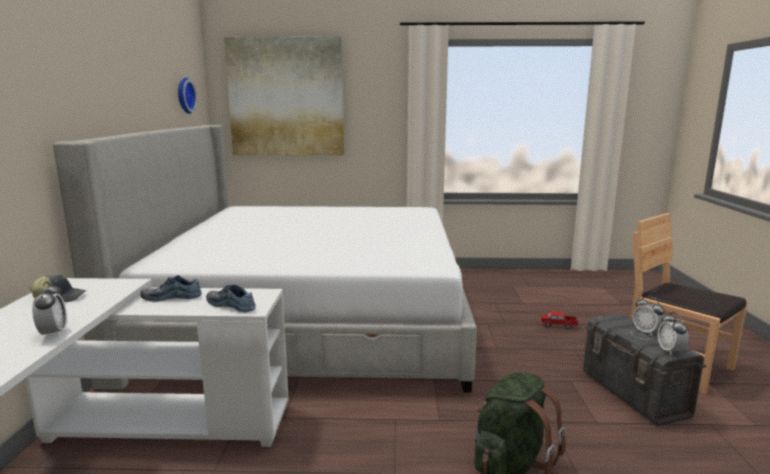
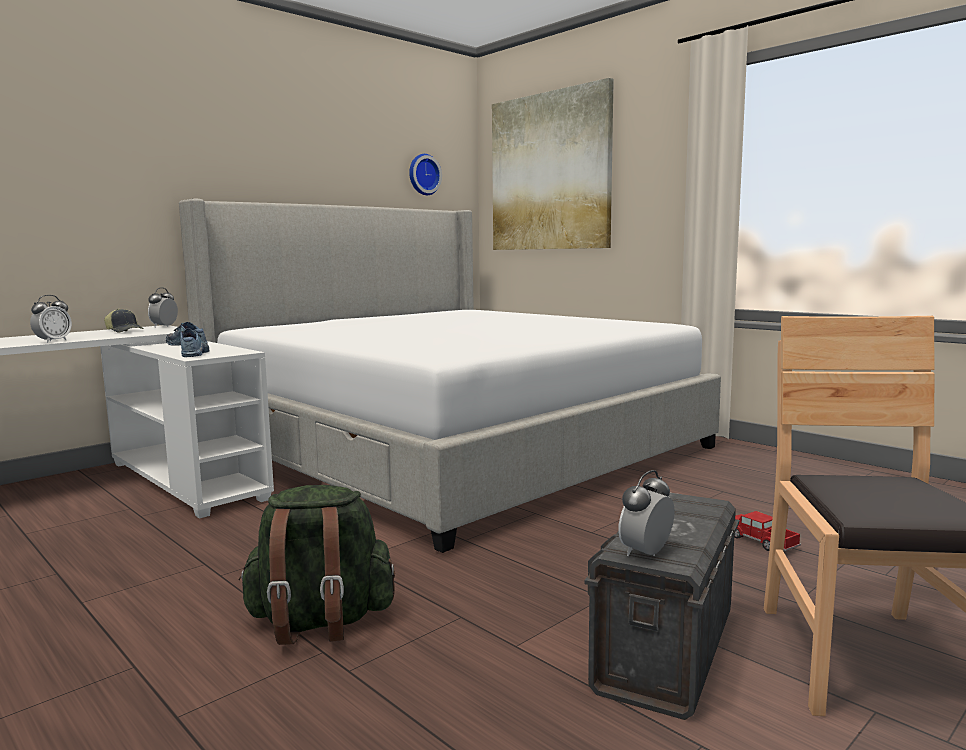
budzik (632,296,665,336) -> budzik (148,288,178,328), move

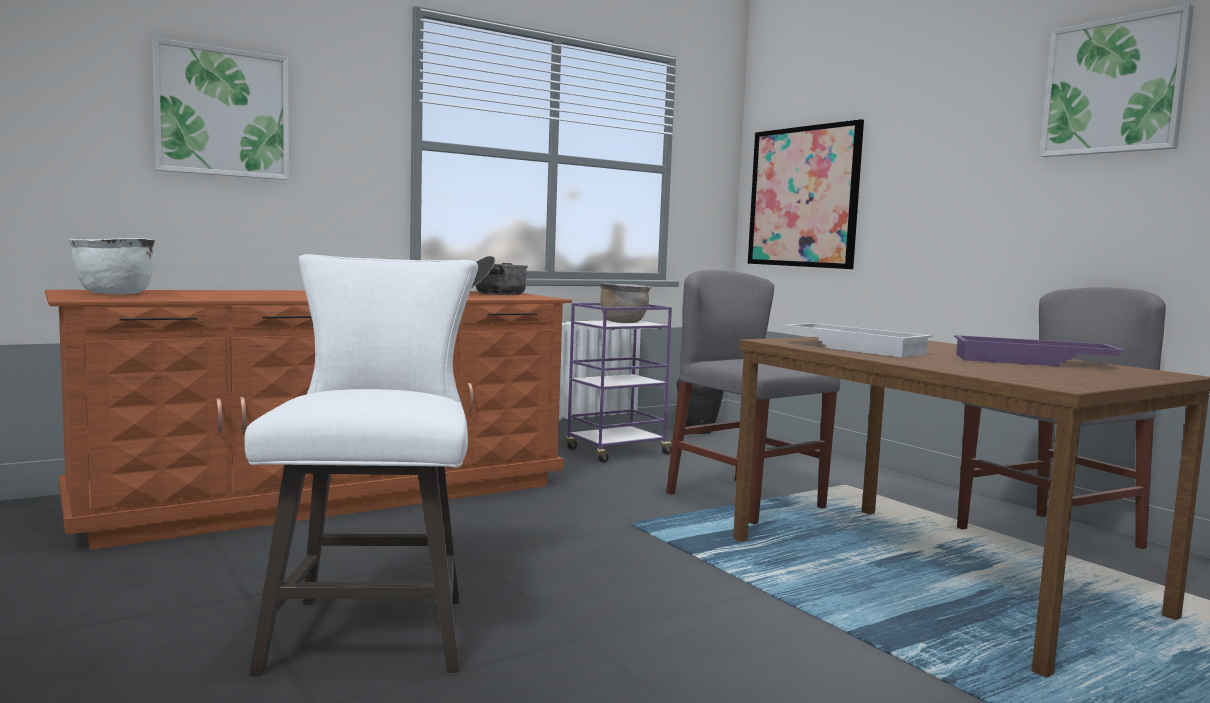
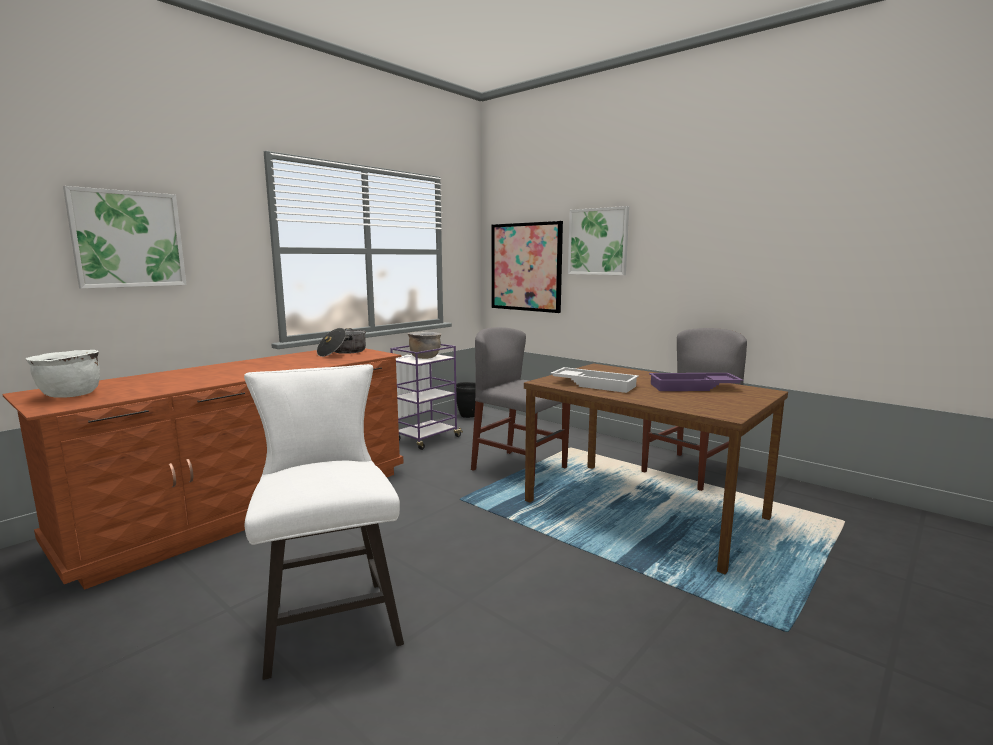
obraz (1039,4,1194,157) -> obraz (568,206,629,275), move

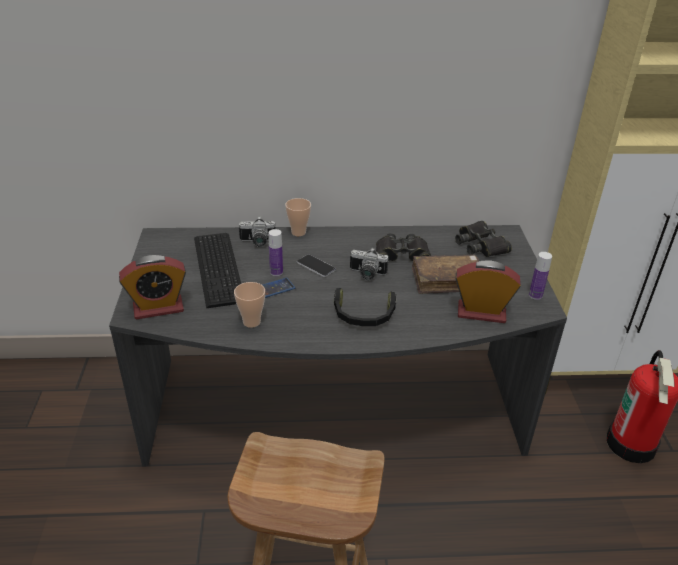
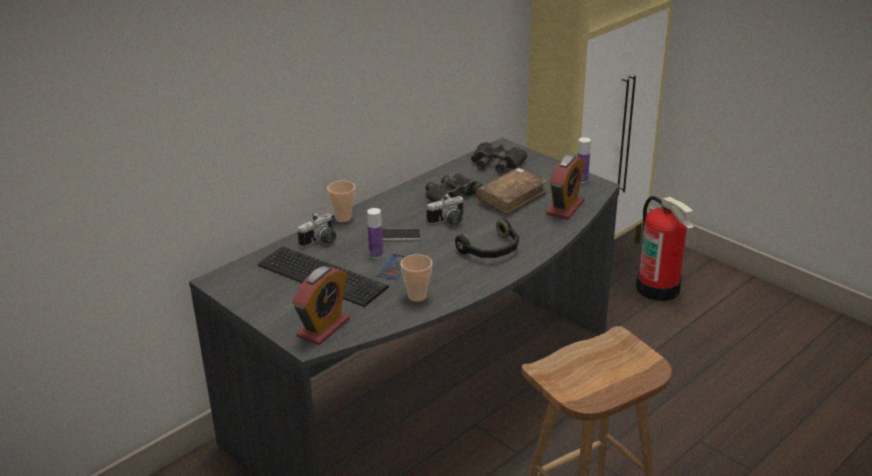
budzik (456,260,521,323) -> budzik (546,154,584,220), 150 degrees clockwise

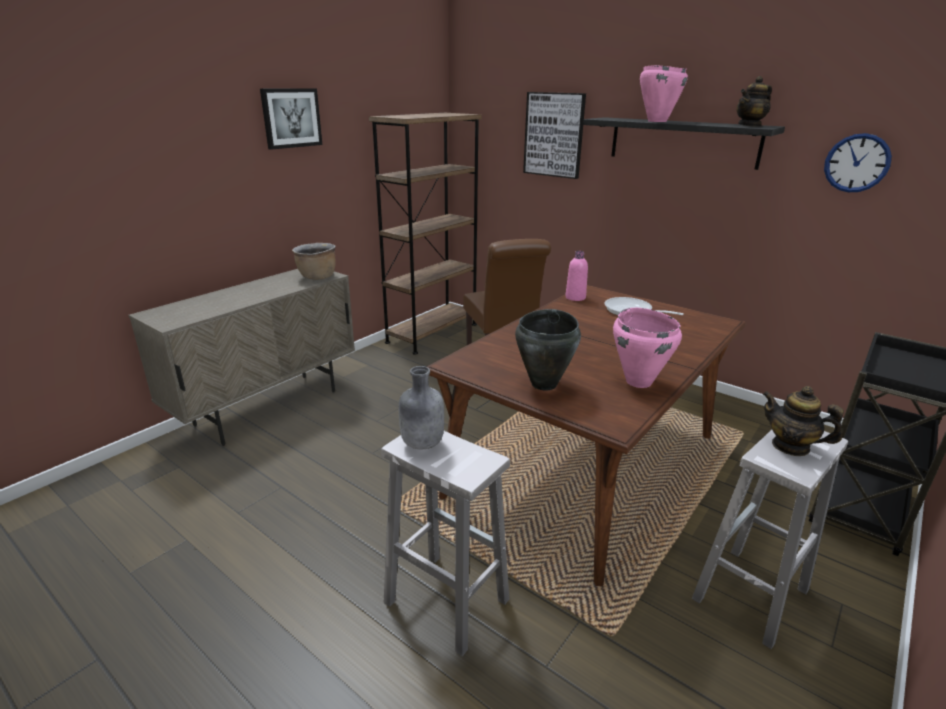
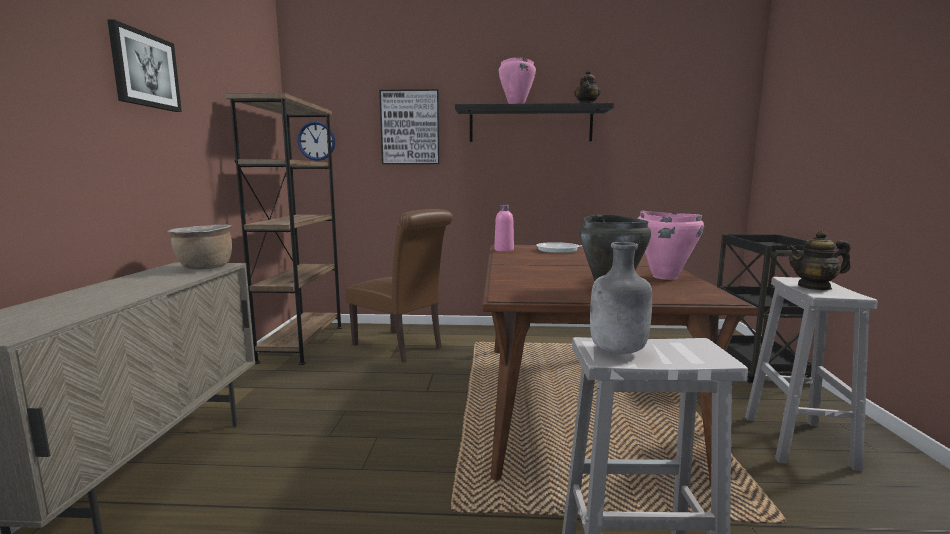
zegar ścienny (824,133,892,192) -> zegar ścienny (297,121,335,161), move

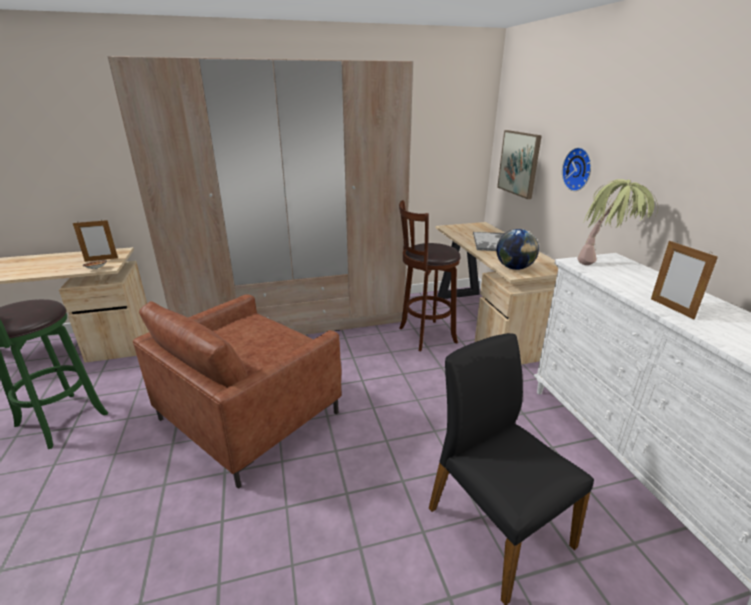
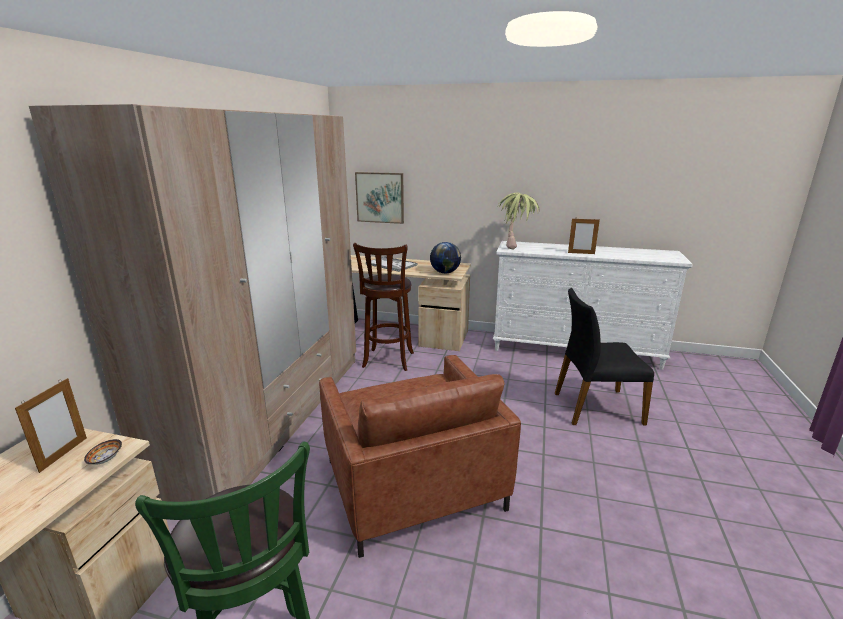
zegar ścienny (562,147,591,191) -> none

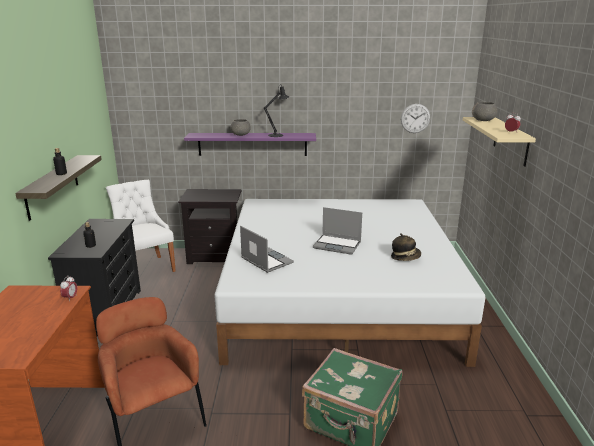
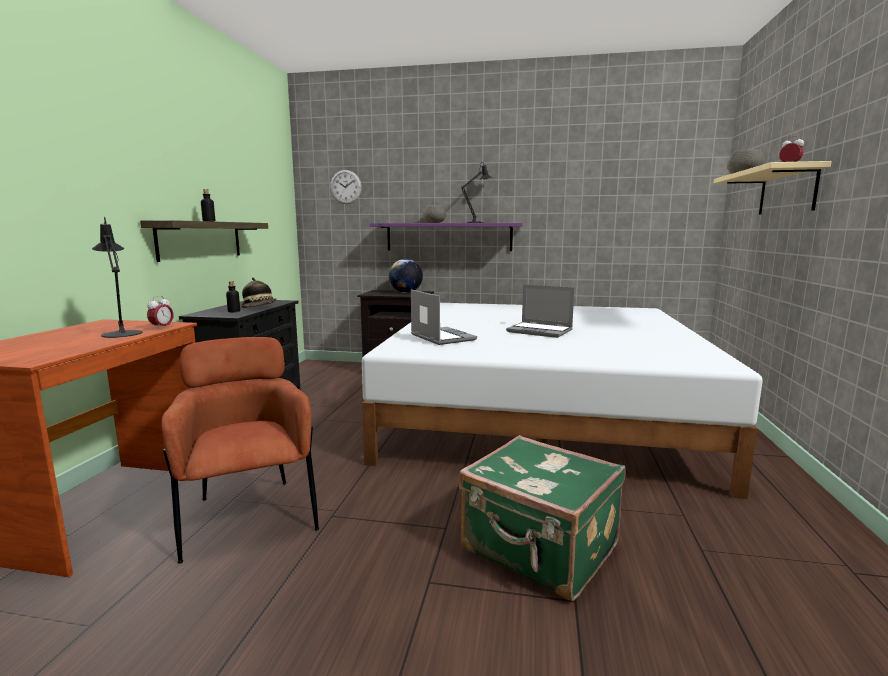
zegar ścienny (401,104,430,133) -> zegar ścienny (330,170,362,204), move
krzesło (biały) (106,180,176,272) -> none
kapelusz (391,233,421,261) -> kapelusz (241,278,276,308), move
none -> lampa stołowa (czarny) (92,217,143,338)
none -> globus (389,259,423,293)

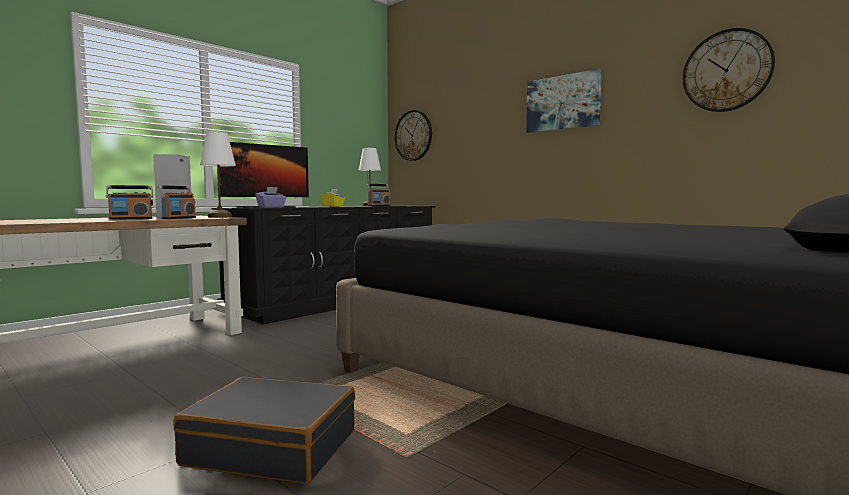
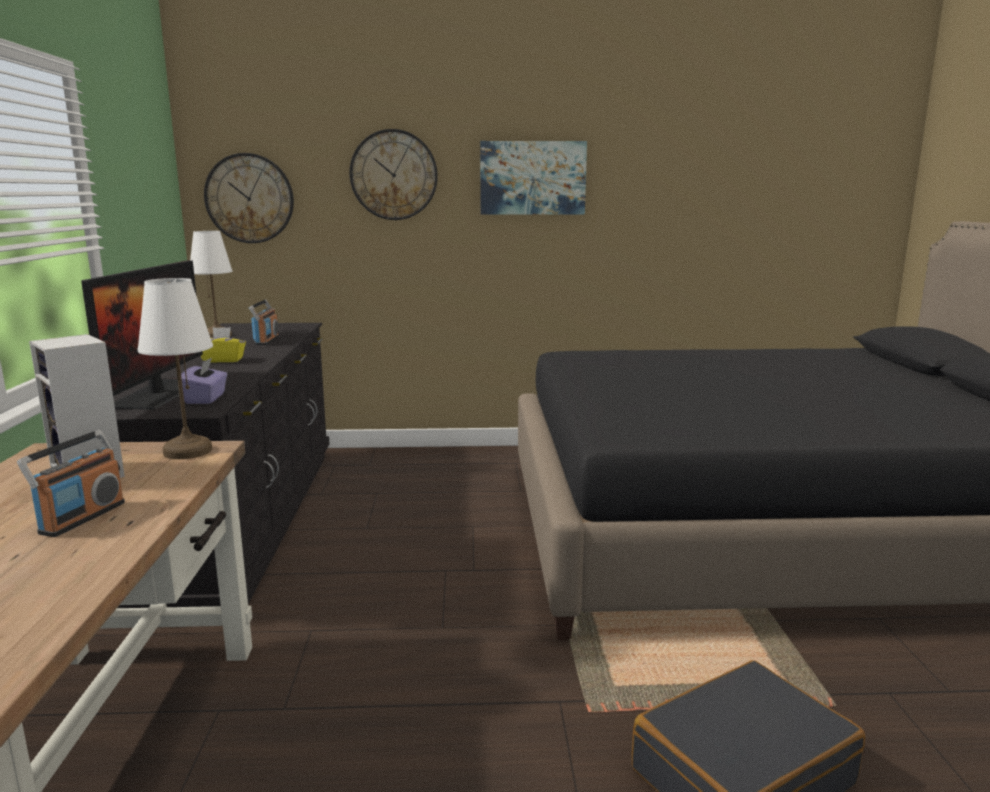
zegar ścienny (682,28,775,112) -> zegar ścienny (349,129,438,220), move
radio (157,185,196,219) -> none

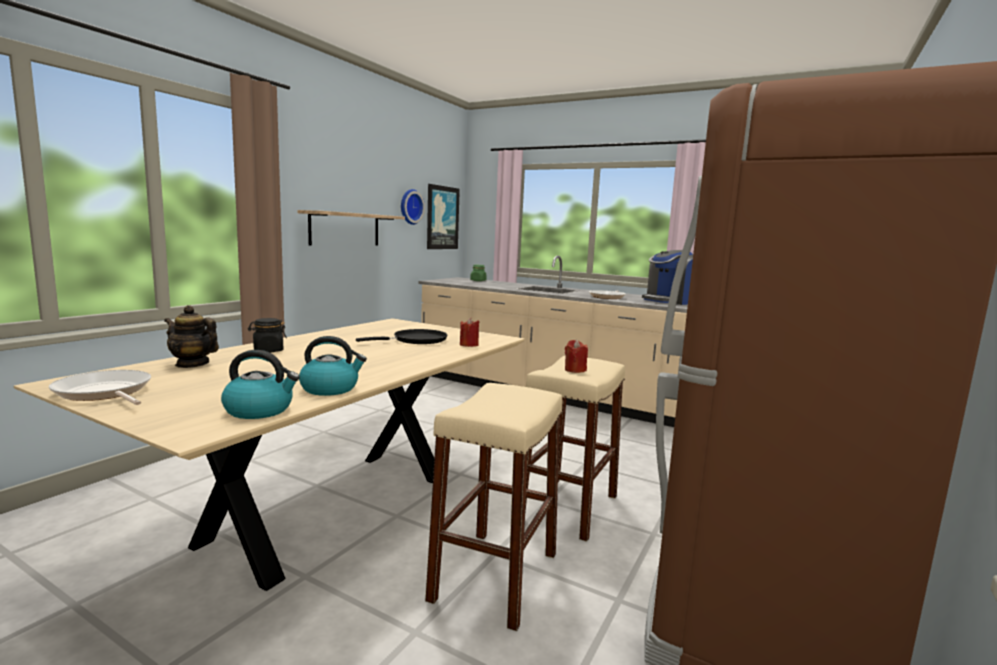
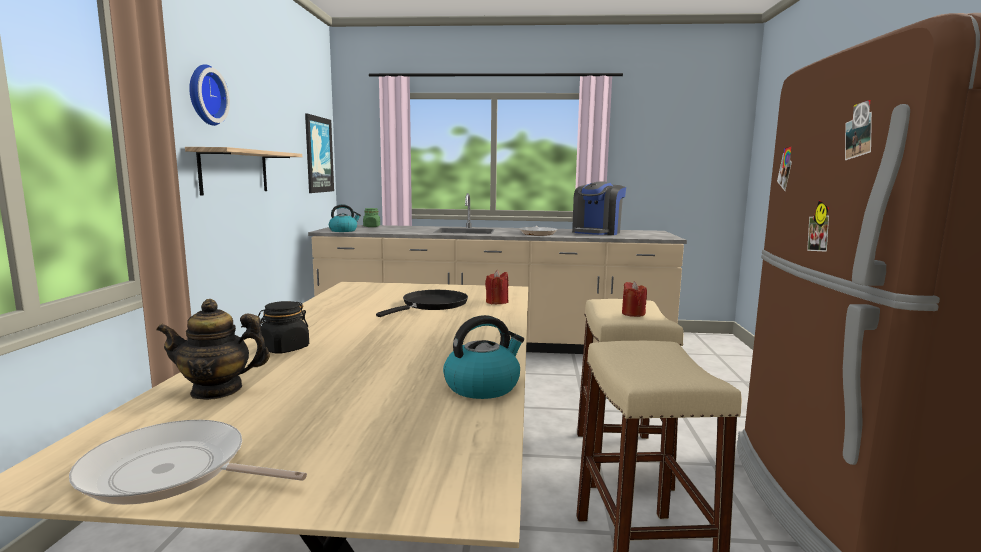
zegar ścienny (401,189,425,225) -> zegar ścienny (189,64,230,126), move
czajnik (221,350,300,419) -> czajnik (329,204,361,232), move

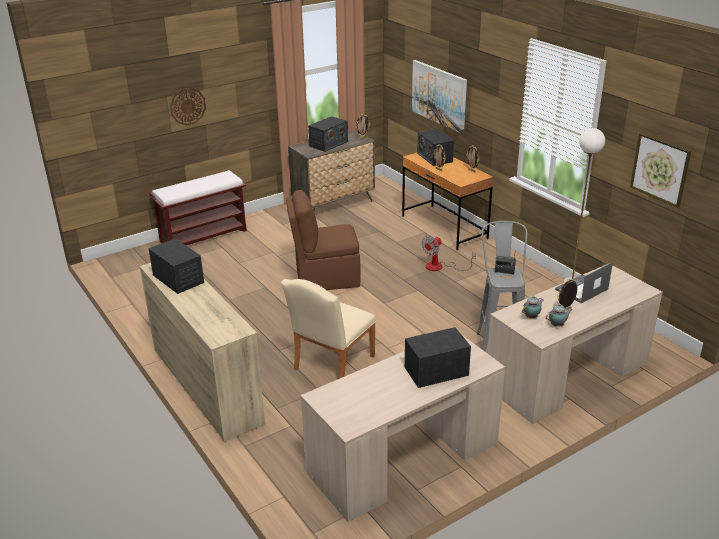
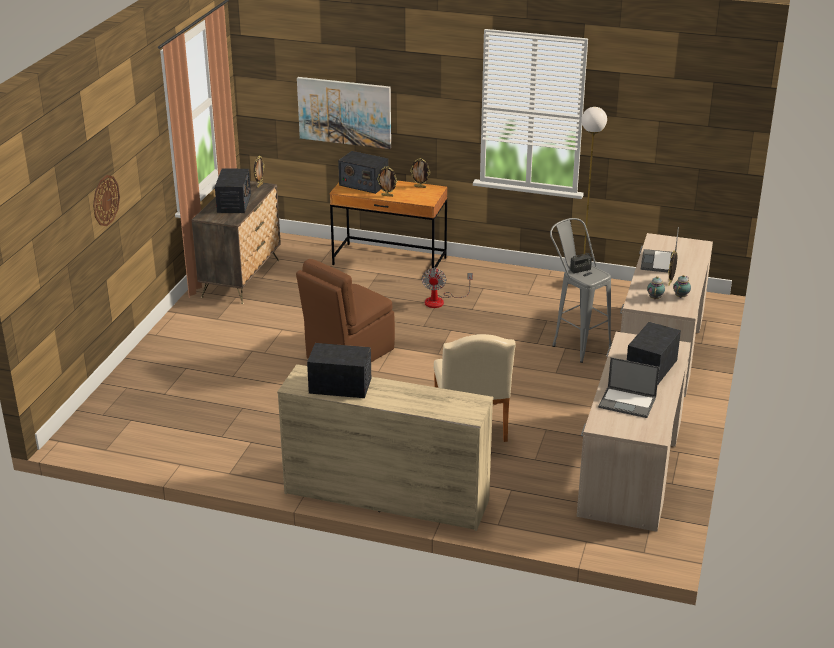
obraz (630,133,691,208) -> none
ławka (brązowy) (149,170,247,245) -> none
none -> laptop (598,357,659,418)

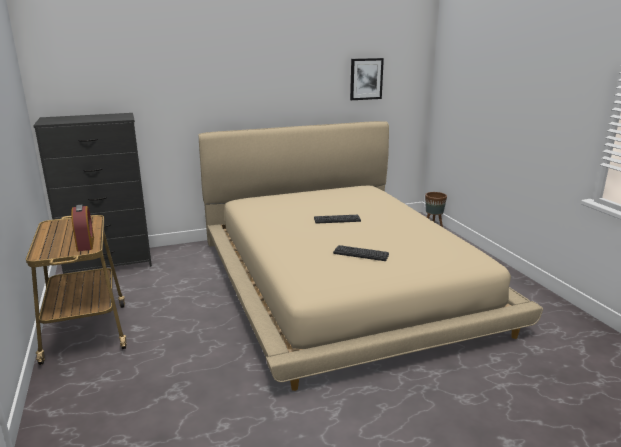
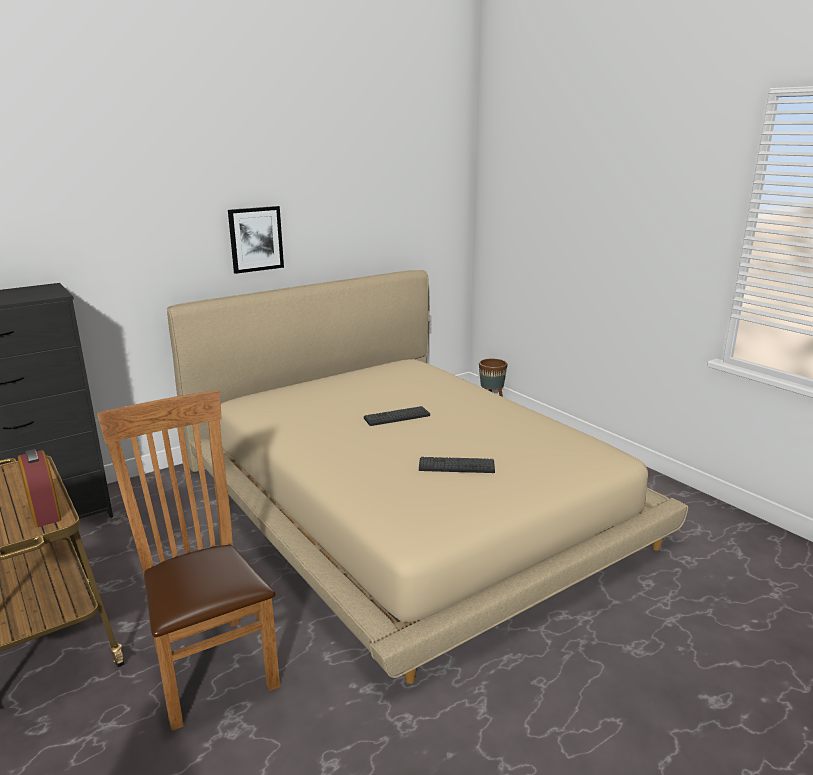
obraz (350,58,384,100) -> obraz (228,206,284,274), move
none -> krzesło (brązowy) (97,390,280,731)

